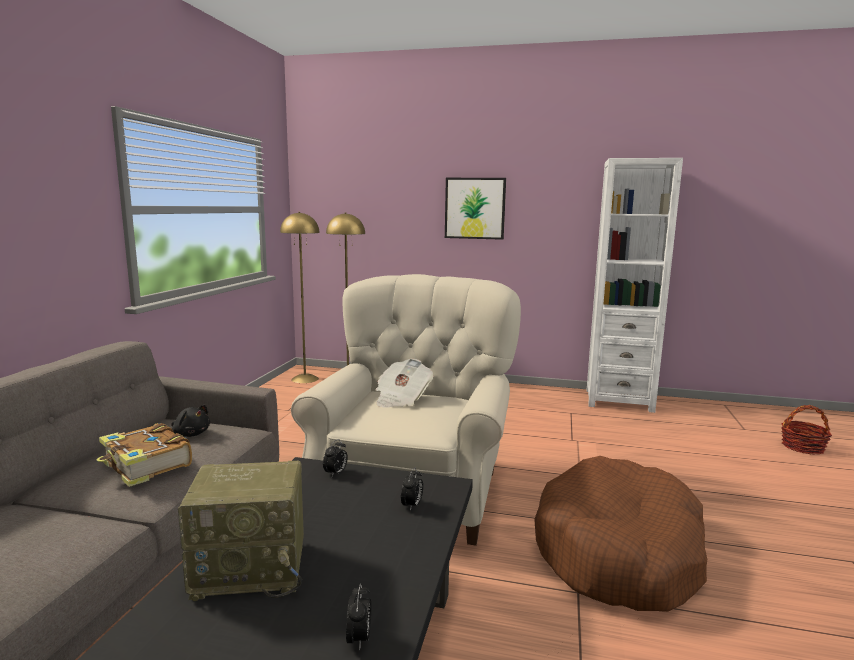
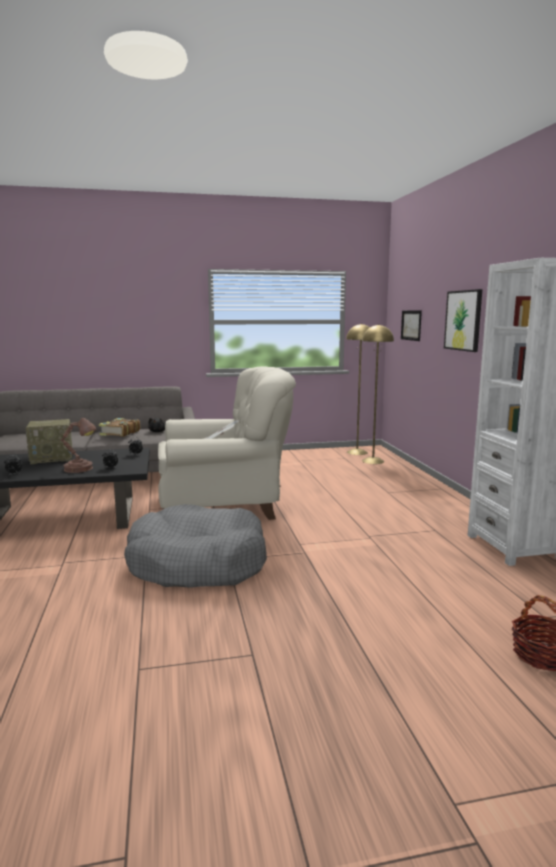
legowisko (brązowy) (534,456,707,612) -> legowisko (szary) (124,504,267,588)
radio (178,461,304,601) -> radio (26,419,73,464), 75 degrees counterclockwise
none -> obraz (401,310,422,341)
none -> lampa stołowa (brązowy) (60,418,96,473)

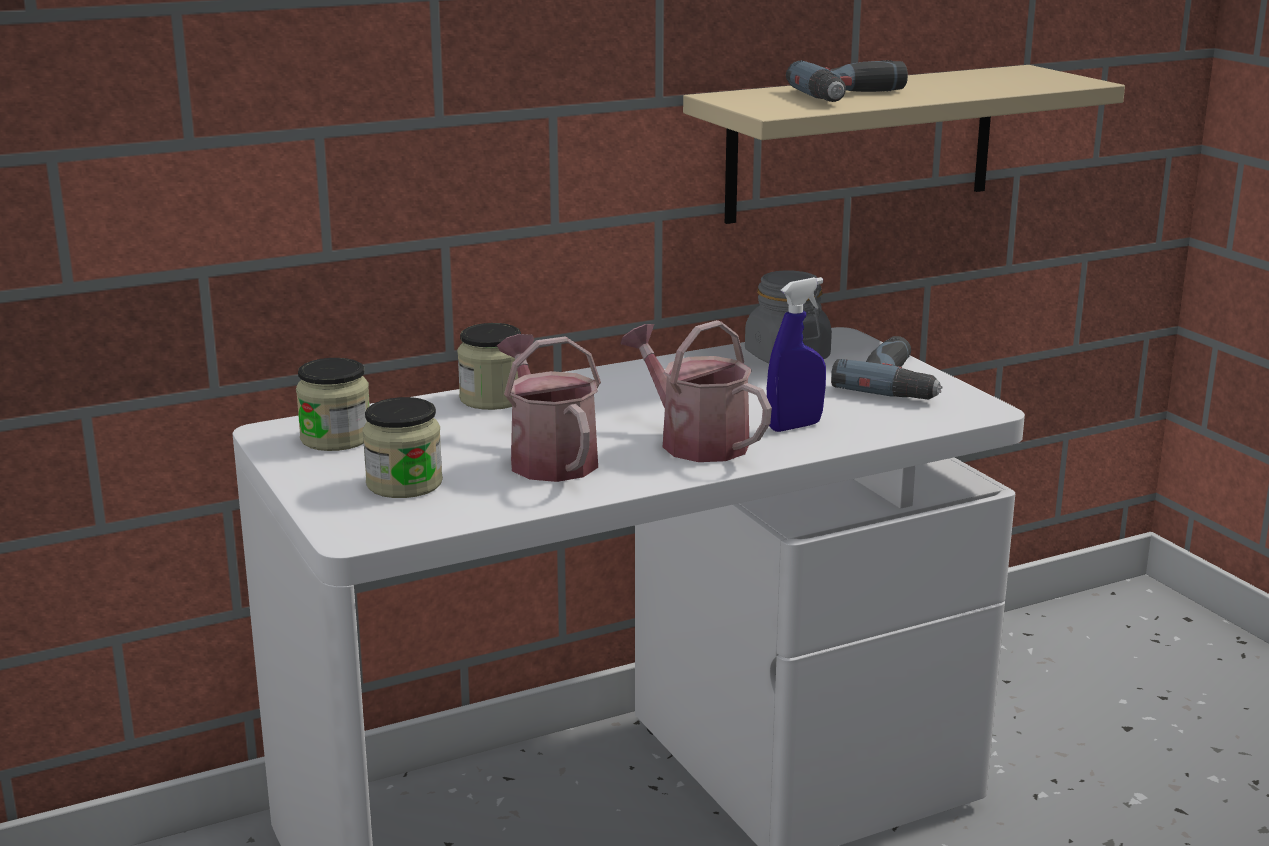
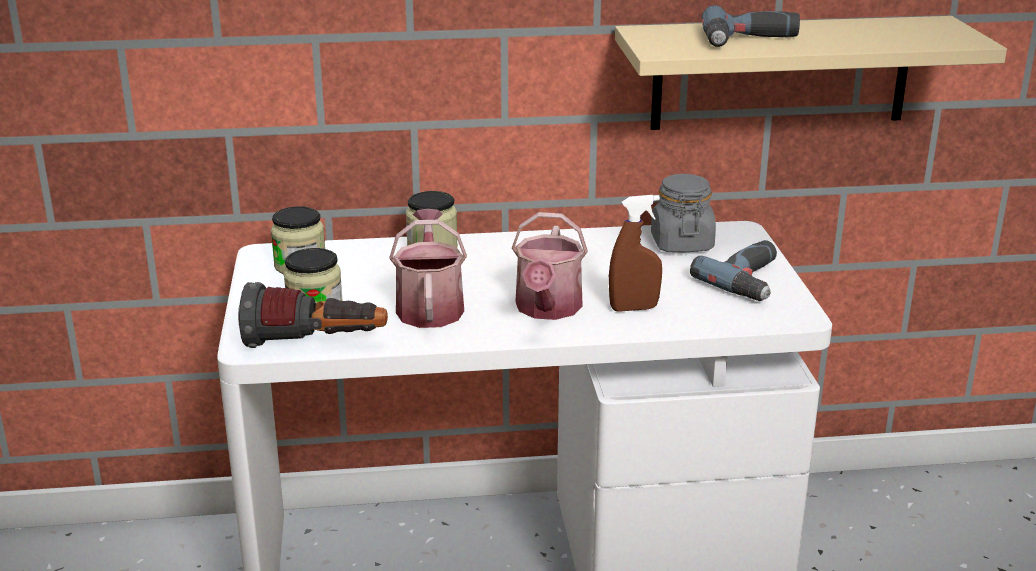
spryskiwacz (niebieski) (767,277,826,432) -> spryskiwacz (brązowy) (609,195,662,312)
konewka (620,320,772,462) -> konewka (512,212,588,320), 150 degrees counterclockwise
none -> latarka (238,282,388,348)

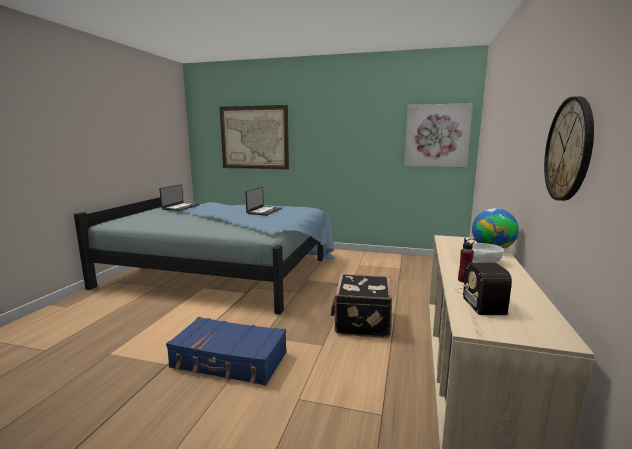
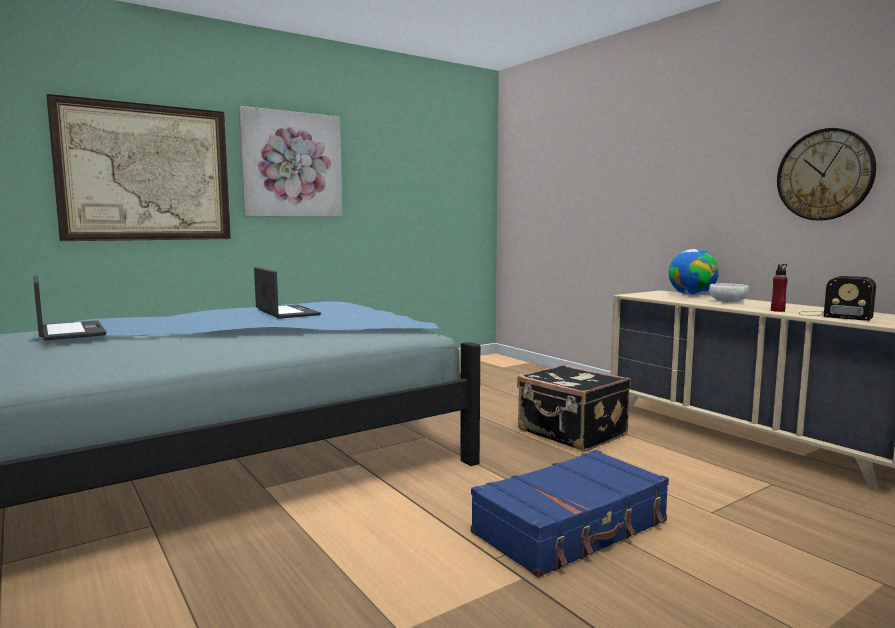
obraz (404,103,473,167) -> obraz (239,106,343,217), move

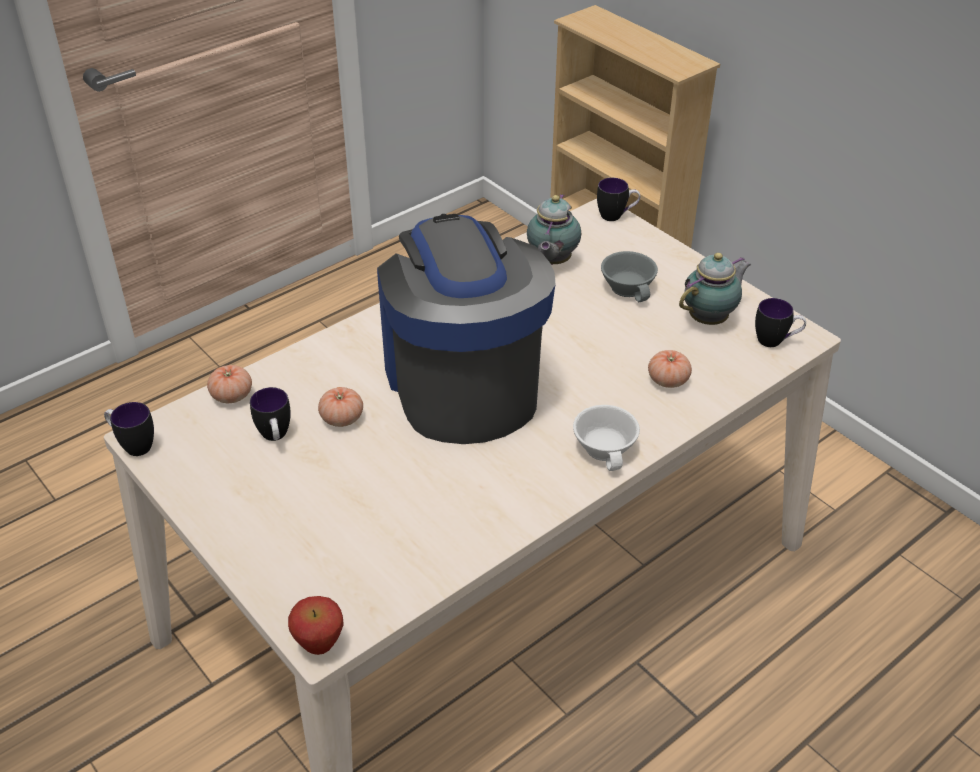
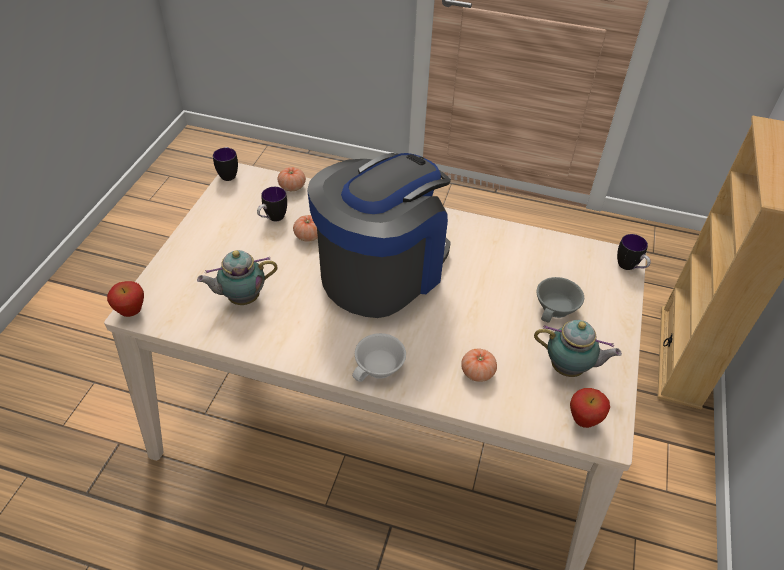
imbryk (527,194,581,265) -> imbryk (197,250,278,305), move
kubek (755,298,806,347) -> jabłko (570,388,610,428)

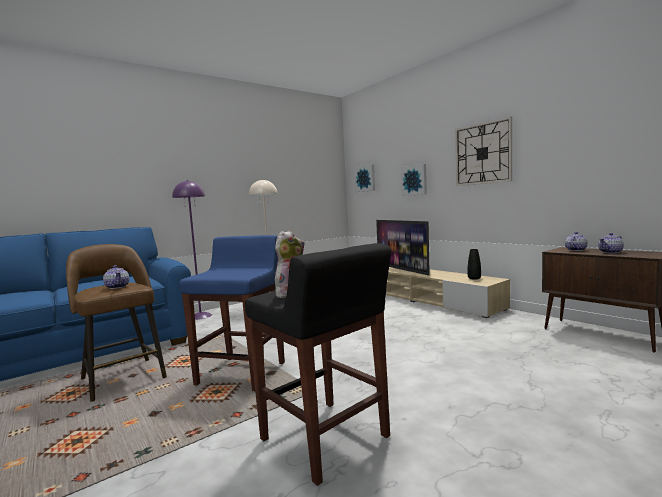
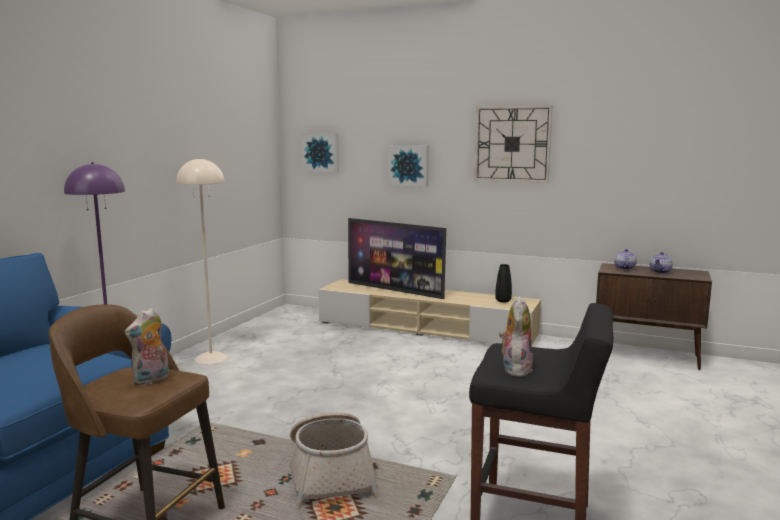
stołek (niebieski) (180,235,285,391) -> koszyk (290,412,380,509)
imbryk (103,265,129,289) -> pluszak (125,307,169,386)

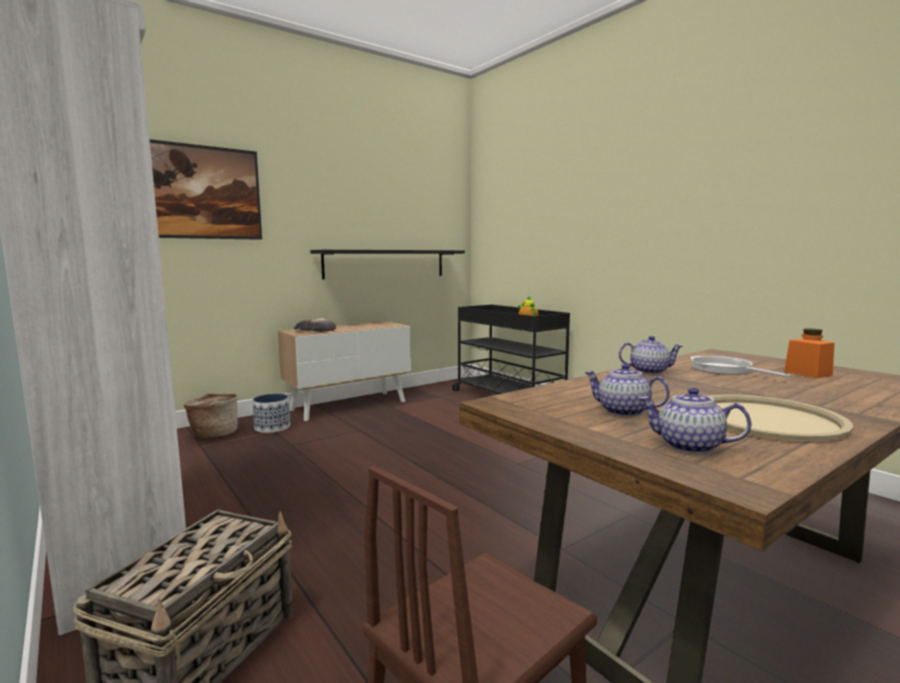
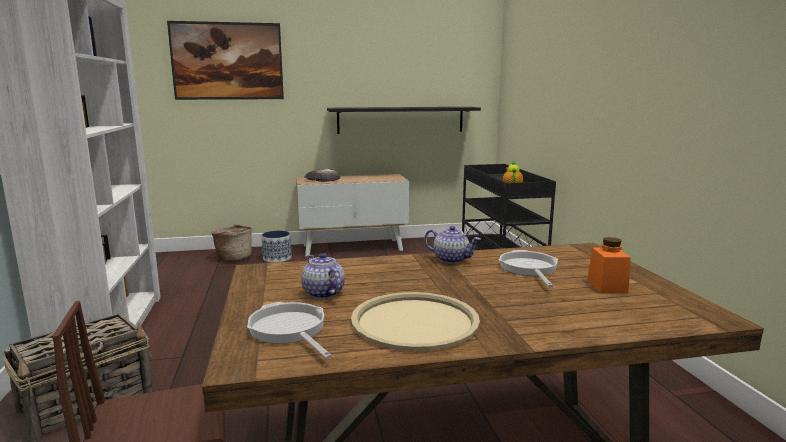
imbryk (639,388,752,454) -> patelnia (247,302,332,359)

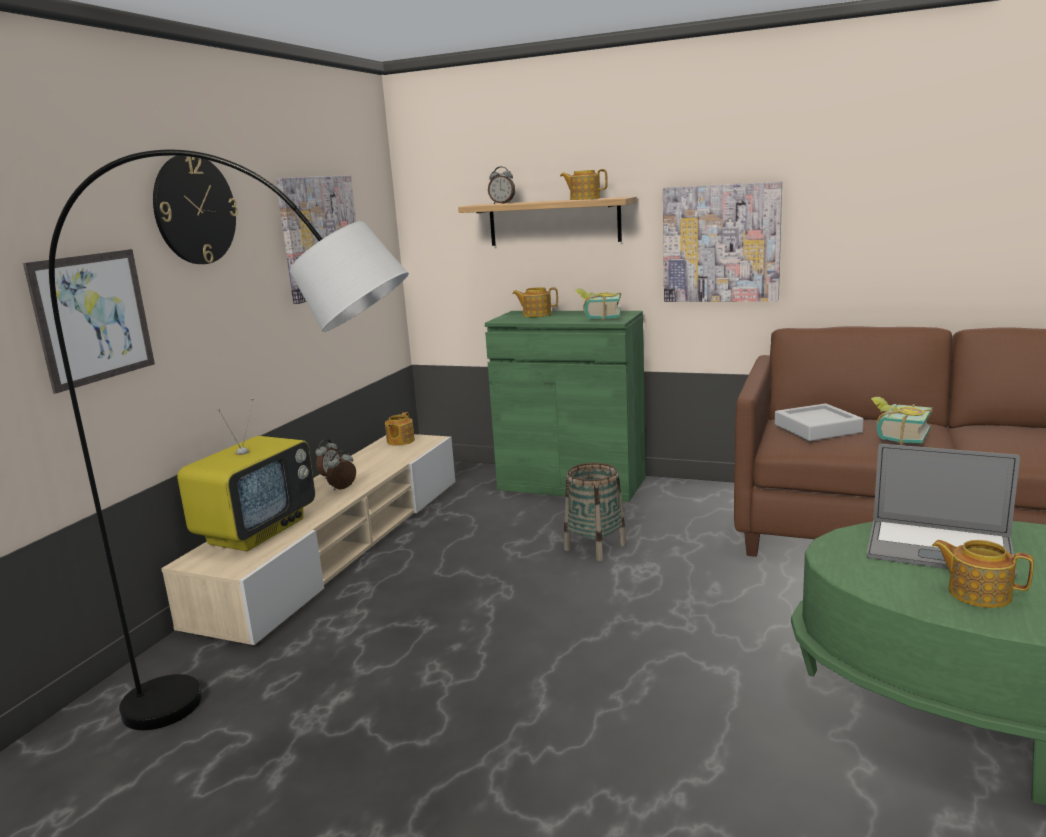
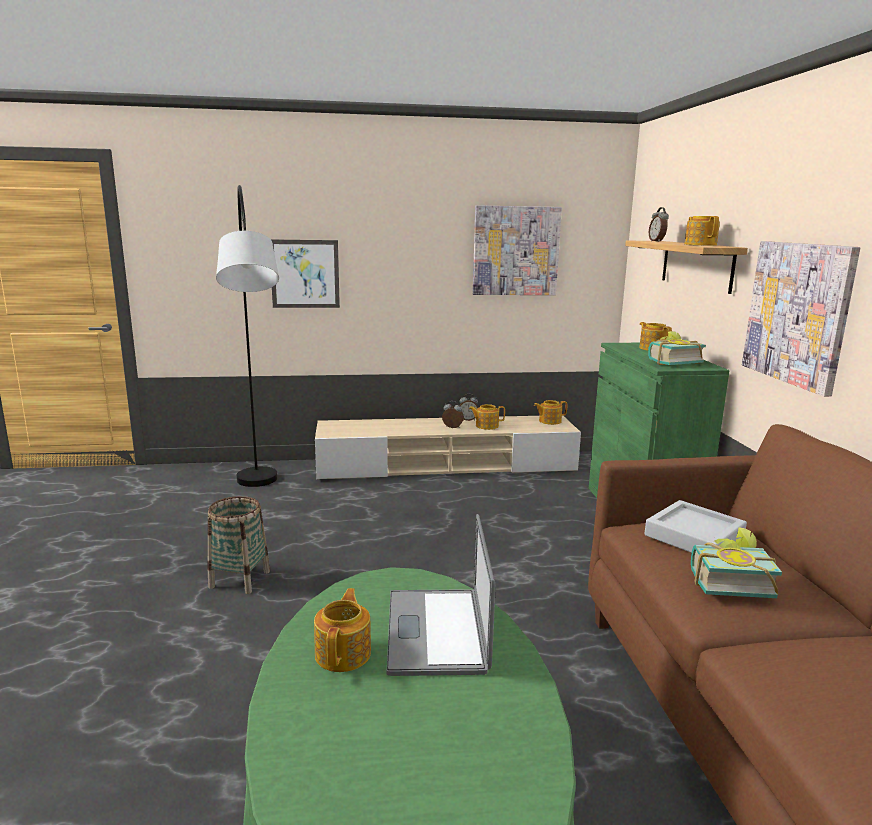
zegar ścienny (153,156,238,264) -> none
telewizor (177,398,315,551) -> none
koszyk (564,463,626,561) -> koszyk (208,496,270,594), move
none -> imbryk (469,404,505,430)

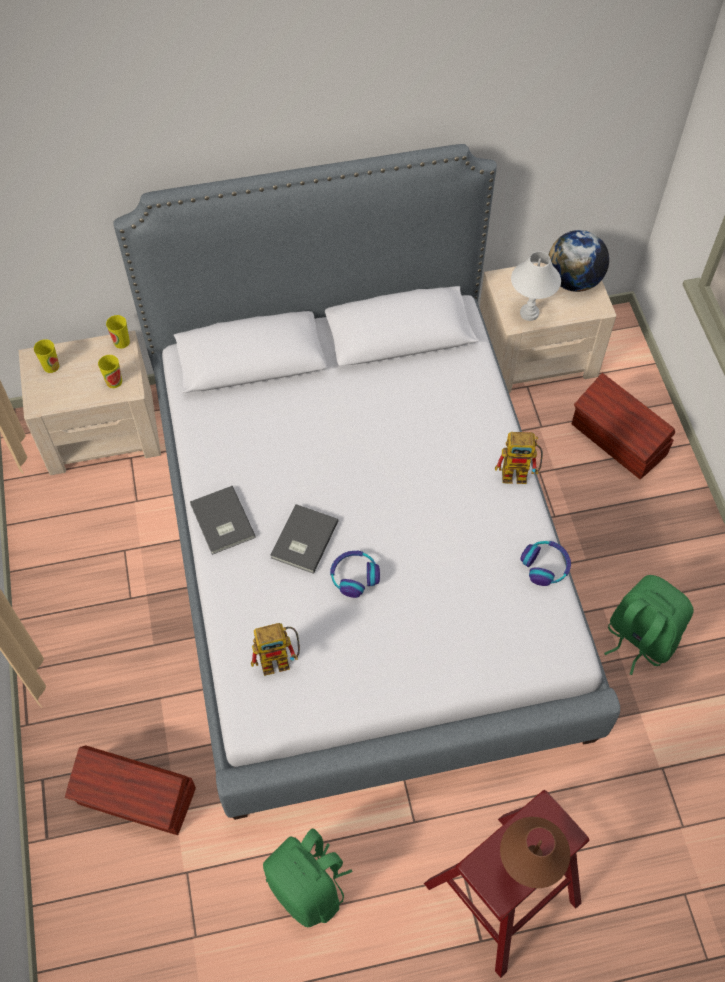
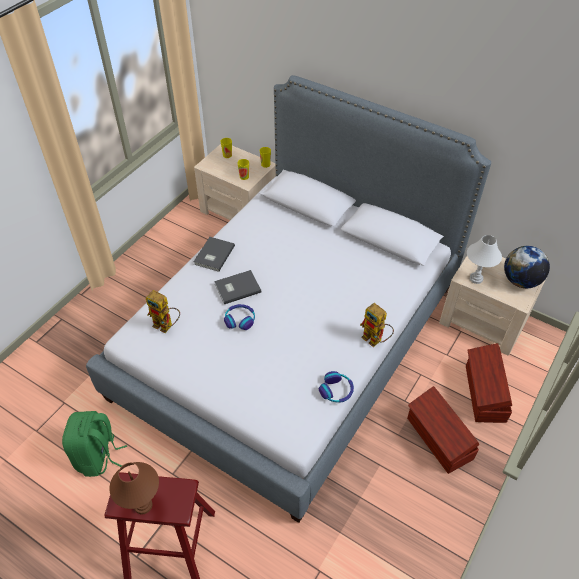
plecak (zielony) (604,575,694,675) -> none
pojemnik do przechowywania (brązowy) (65,745,196,835) -> pojemnik do przechowywania (brązowy) (407,386,480,474), move

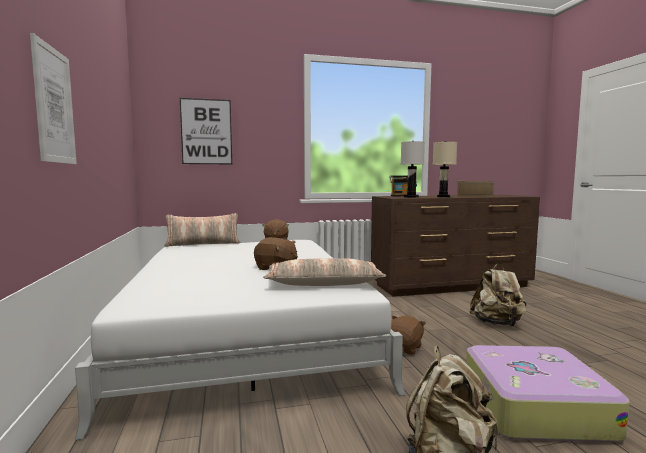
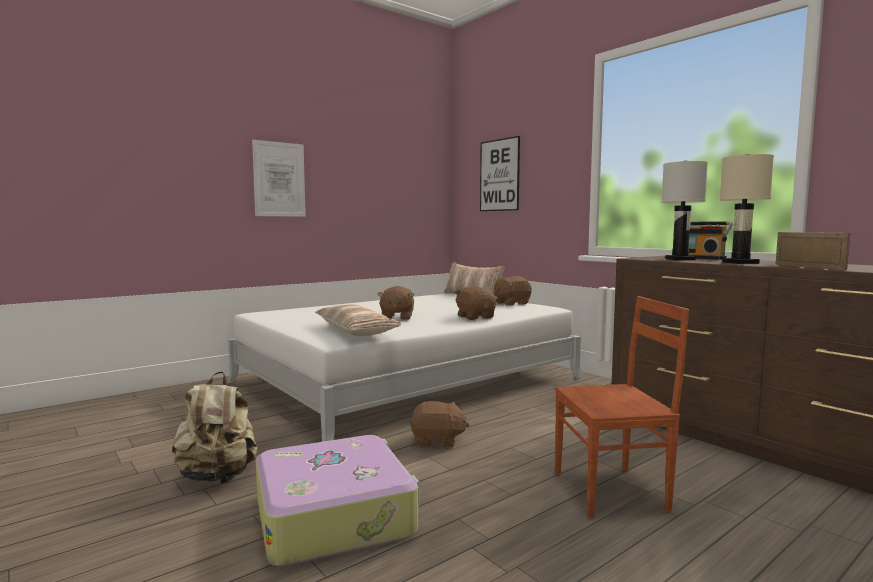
plecak (beżowy) (469,263,527,327) -> krzesło (brązowy) (555,296,689,518)
none -> pluszak (brązowy) (454,286,496,320)

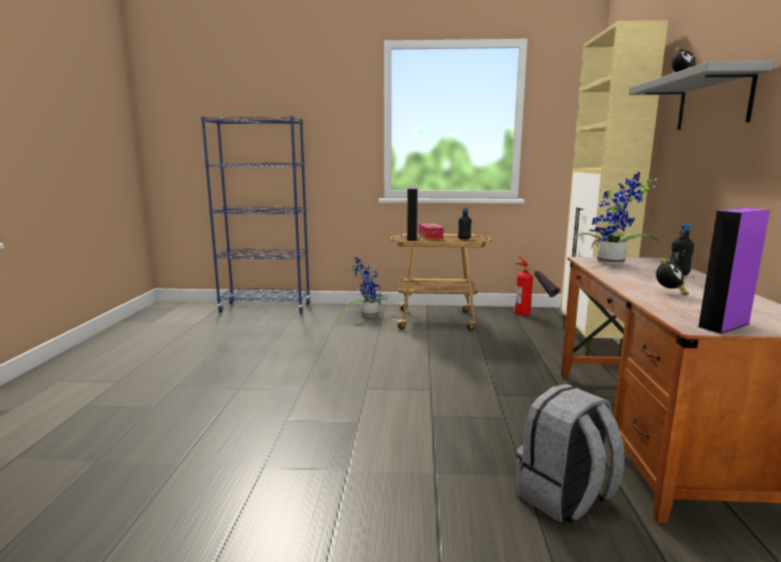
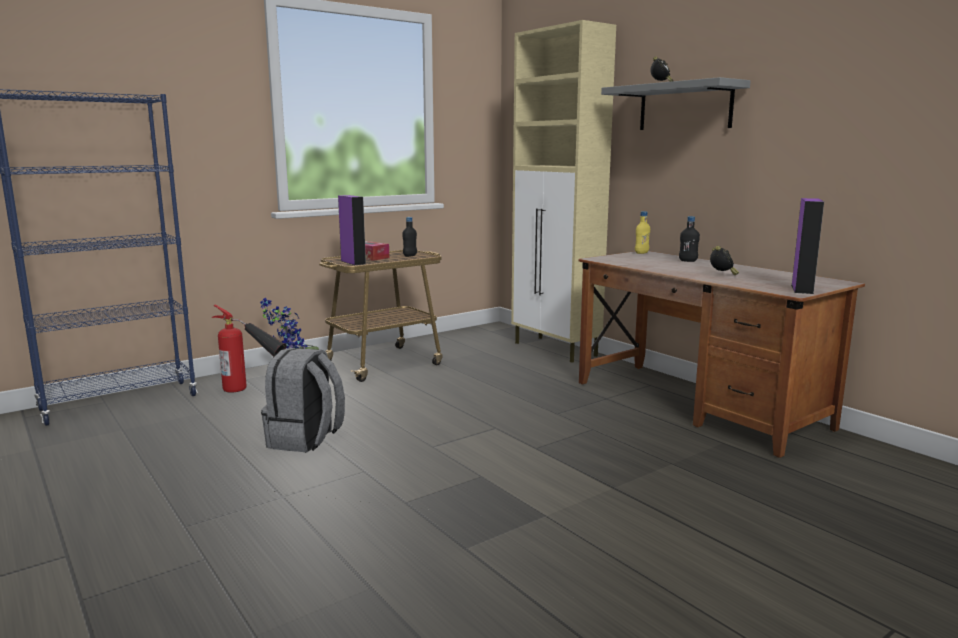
roślina doniczkowa (574,172,658,265) -> none
gaśnica (515,256,560,315) -> gaśnica (212,305,287,393), move
plecak (szary) (516,384,625,524) -> plecak (szary) (261,348,345,453), move
none -> butelka (żółty) (635,211,650,254)

